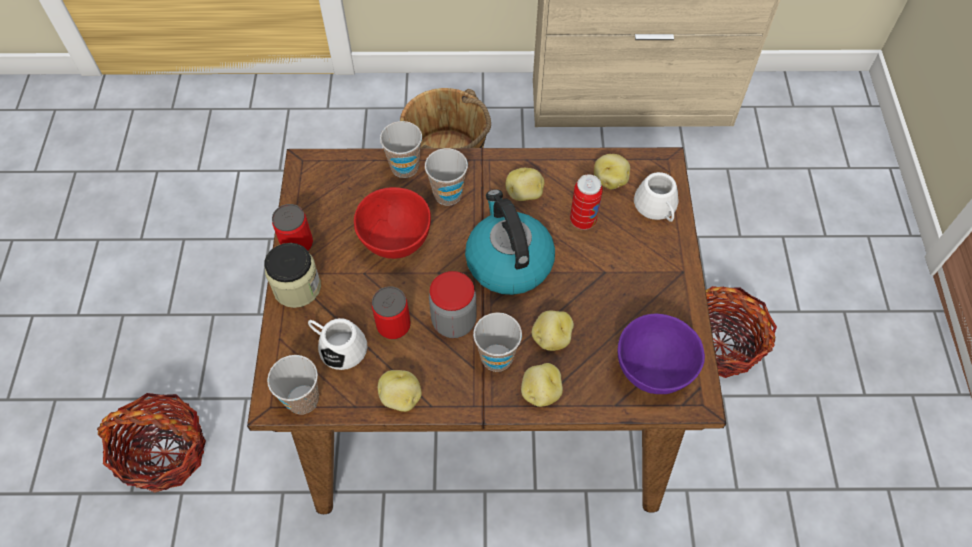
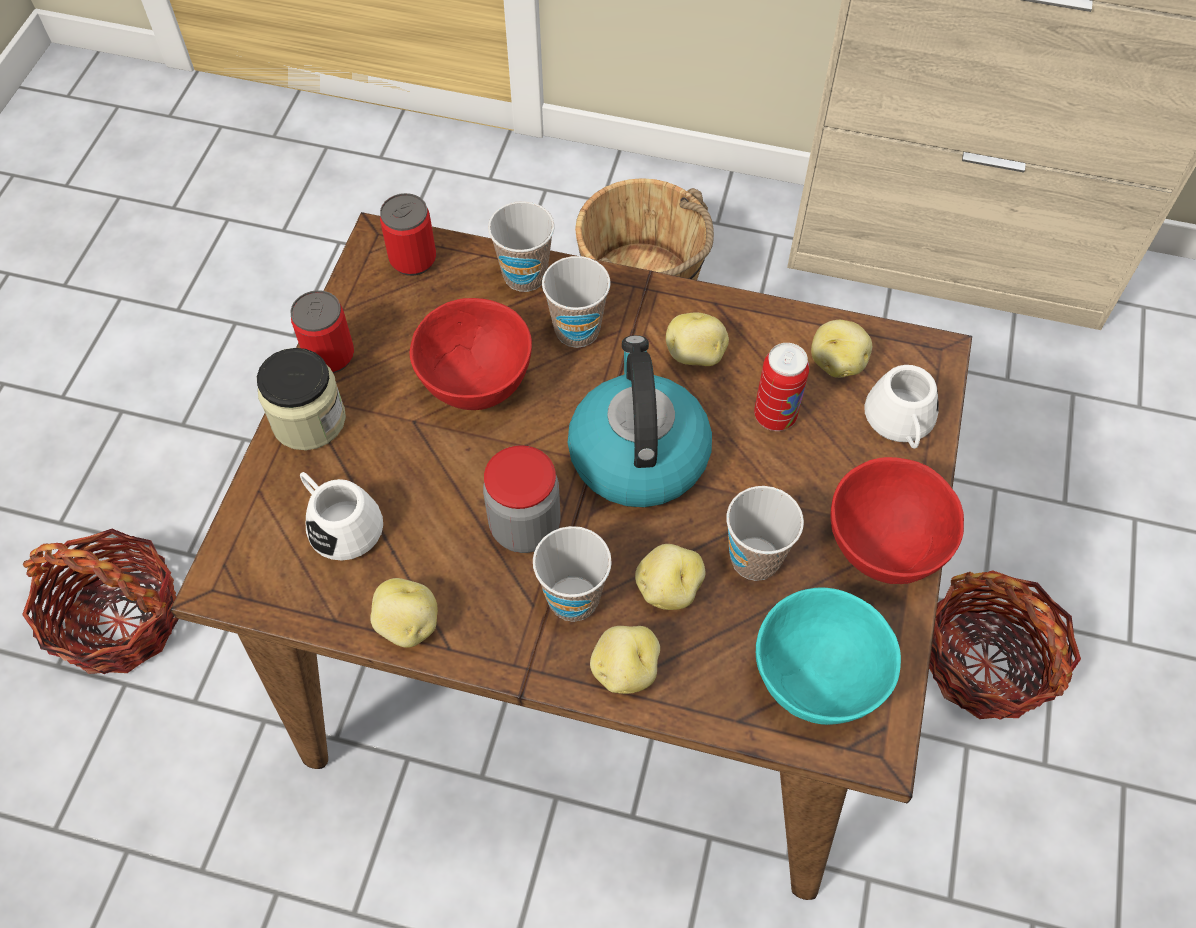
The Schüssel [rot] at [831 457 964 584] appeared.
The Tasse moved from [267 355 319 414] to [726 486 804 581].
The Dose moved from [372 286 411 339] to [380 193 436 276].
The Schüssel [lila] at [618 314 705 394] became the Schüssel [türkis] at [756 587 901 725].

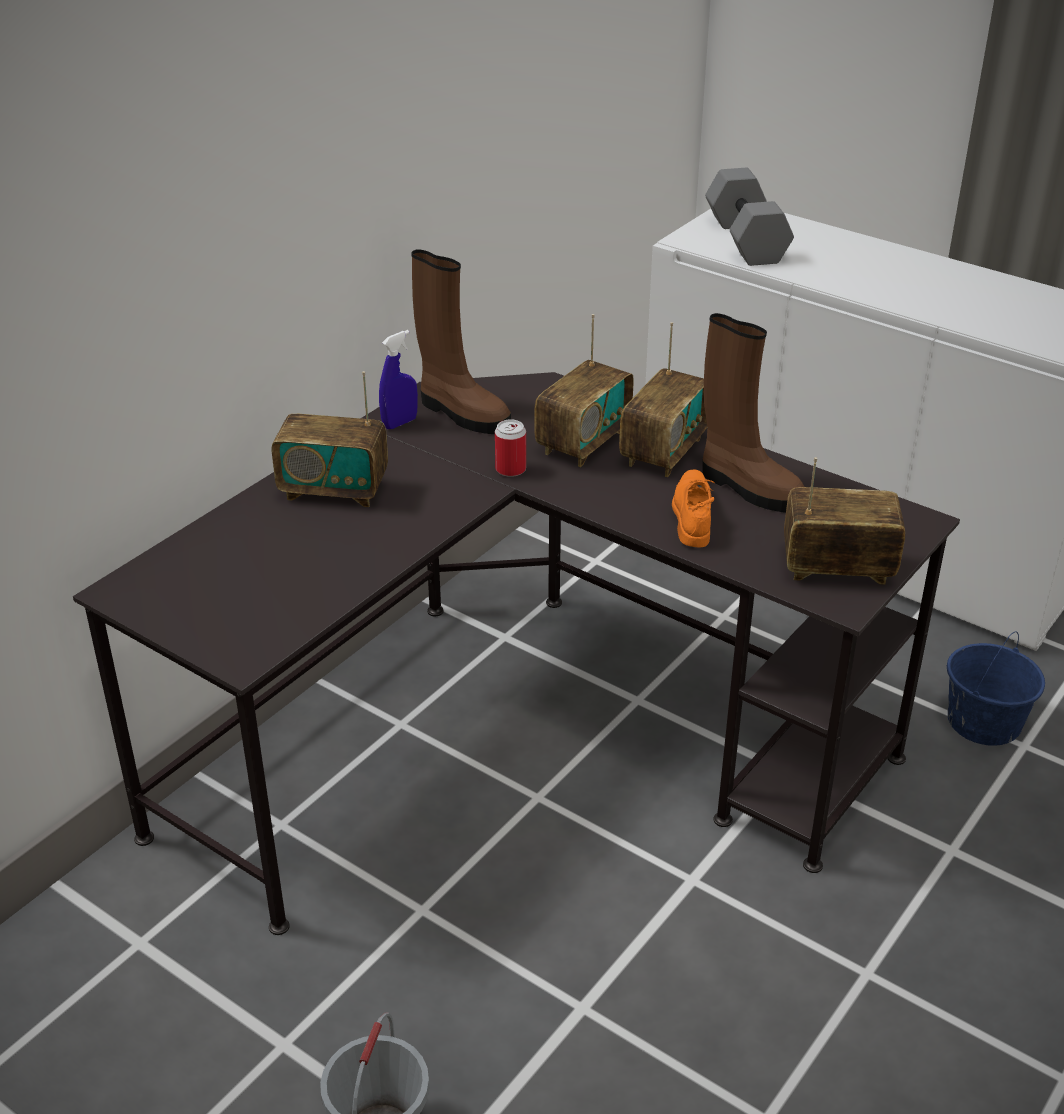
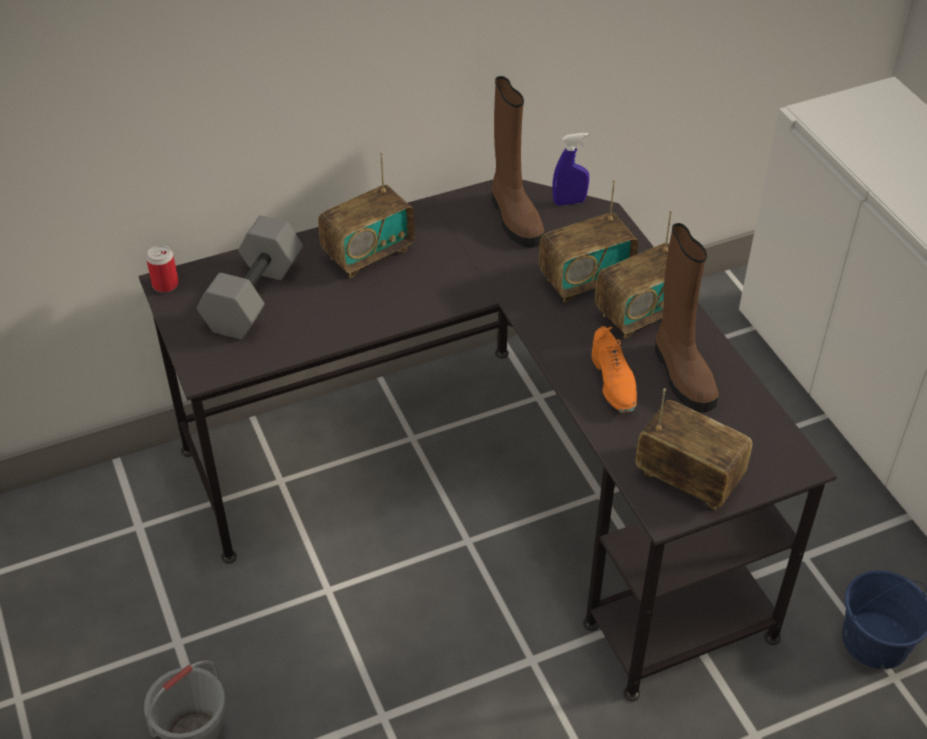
The Sprühflasche [blau] moved from [379 330 418 429] to [552 133 589 206].
The Dose moved from [495 419 526 477] to [146 245 179 292].
The Hantel [grau] moved from [705 168 794 266] to [197 216 303 339].
The Radio at [271 371 388 507] turned 75 degrees counterclockwise.
The Schuh [orange] at [672 469 716 547] turned 135 degrees clockwise.

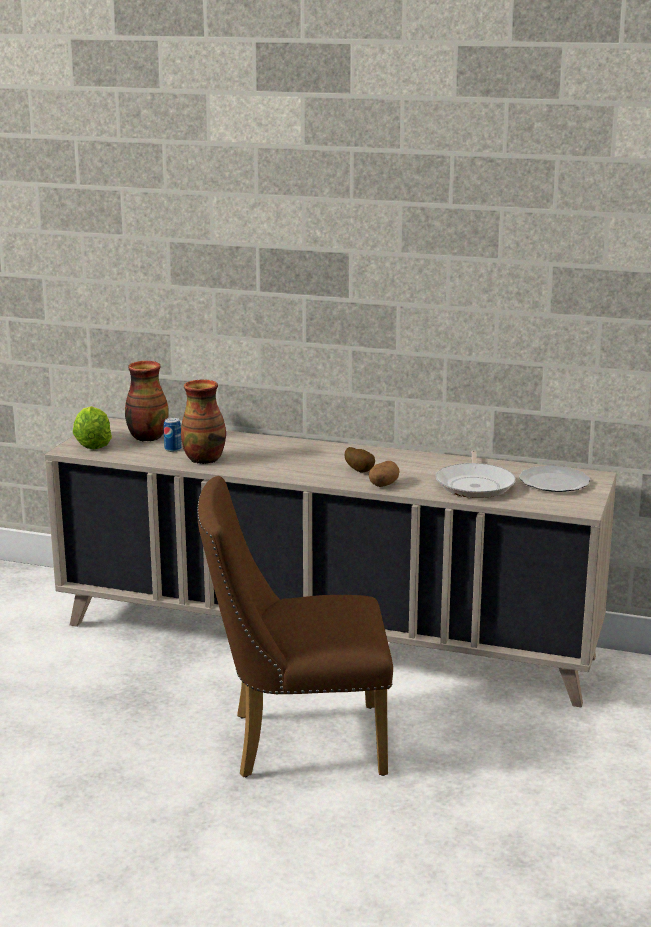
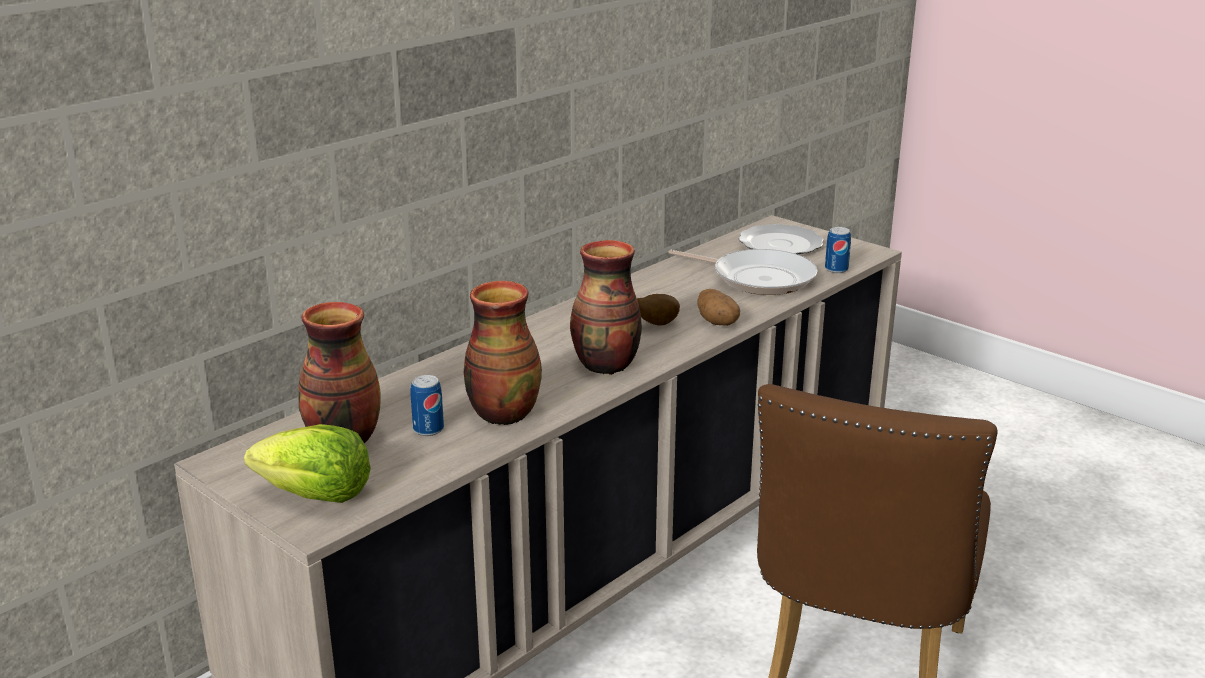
The Vase at [570 240 642 375] appeared.
The Dose at [825 227 851 273] appeared.

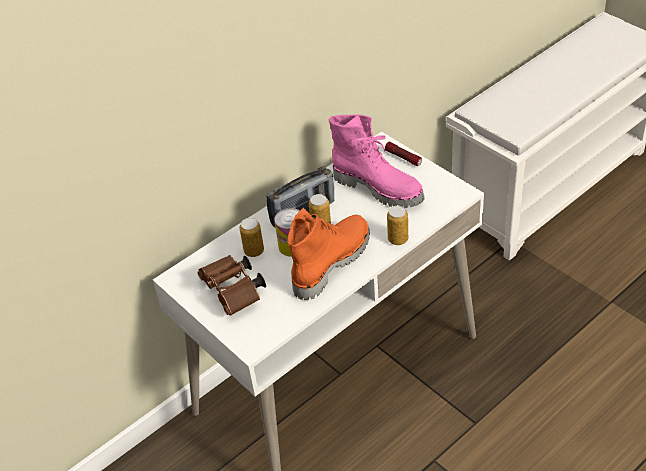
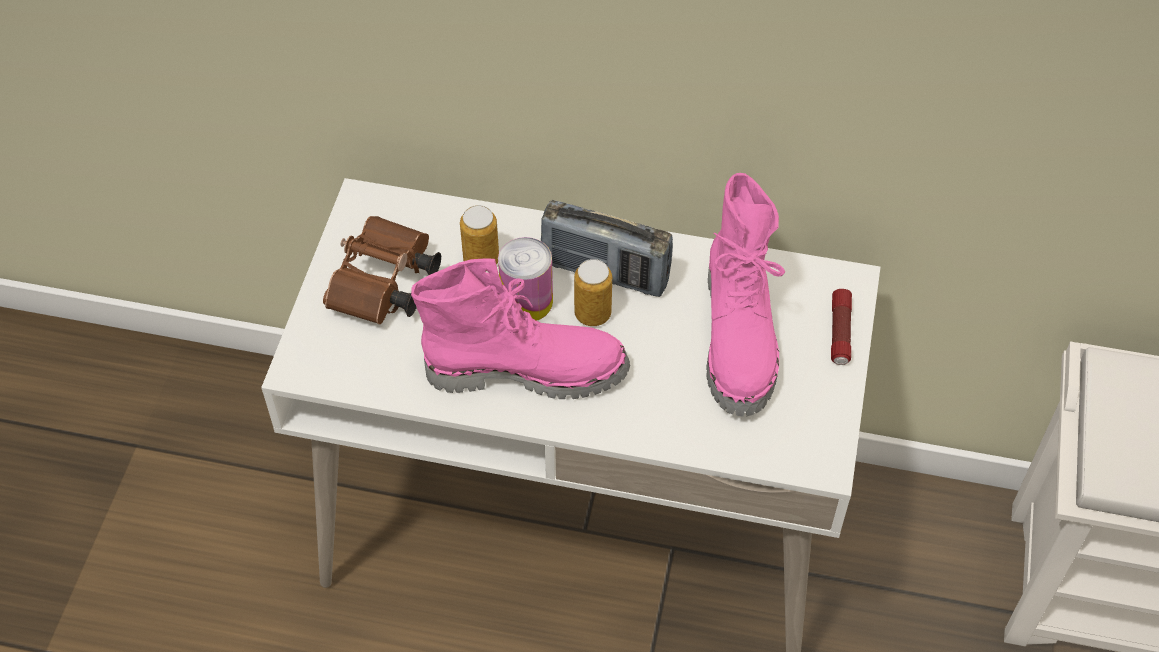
The Dose at [387 206 408 245] disappeared.
The Stiefel [orange] at [288 208 370 300] became the Stiefel [rosa] at [411 258 630 399].

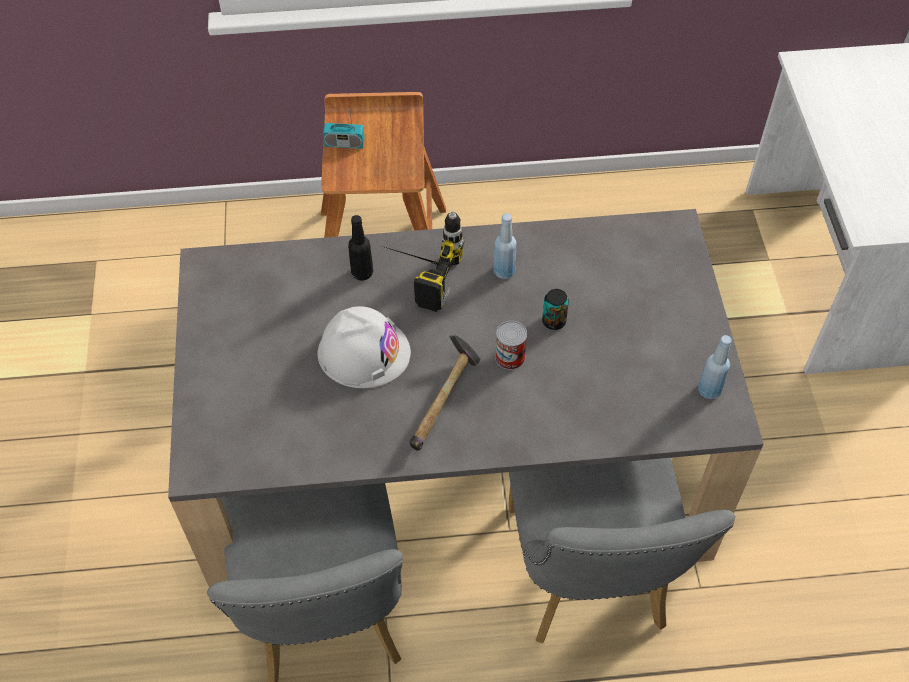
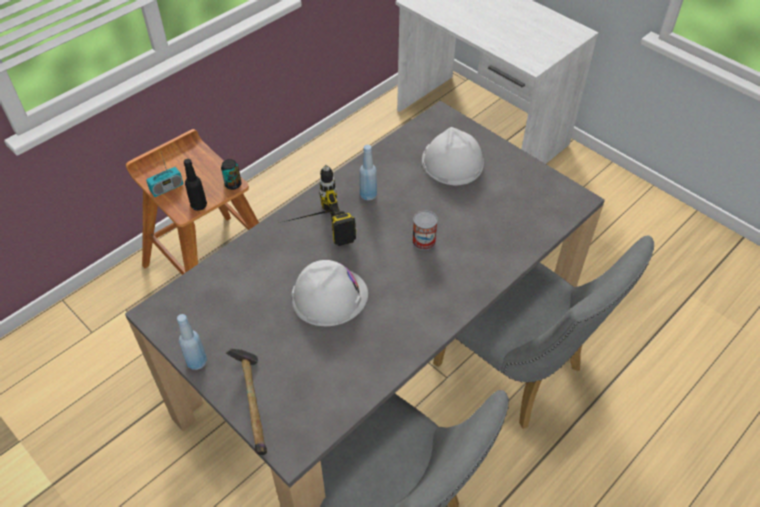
The Schutzhelm [weiß] at [422 127 484 186] appeared.
The Flasche [schwarz] moved from [348 215 373 281] to [184 159 207 211].
The Hammer moved from [409 335 481 451] to [225 349 267 455].
The Dose moved from [542 289 569 330] to [221 159 242 190].
The Flasche [blau] moved from [698 335 732 399] to [177 314 207 370].

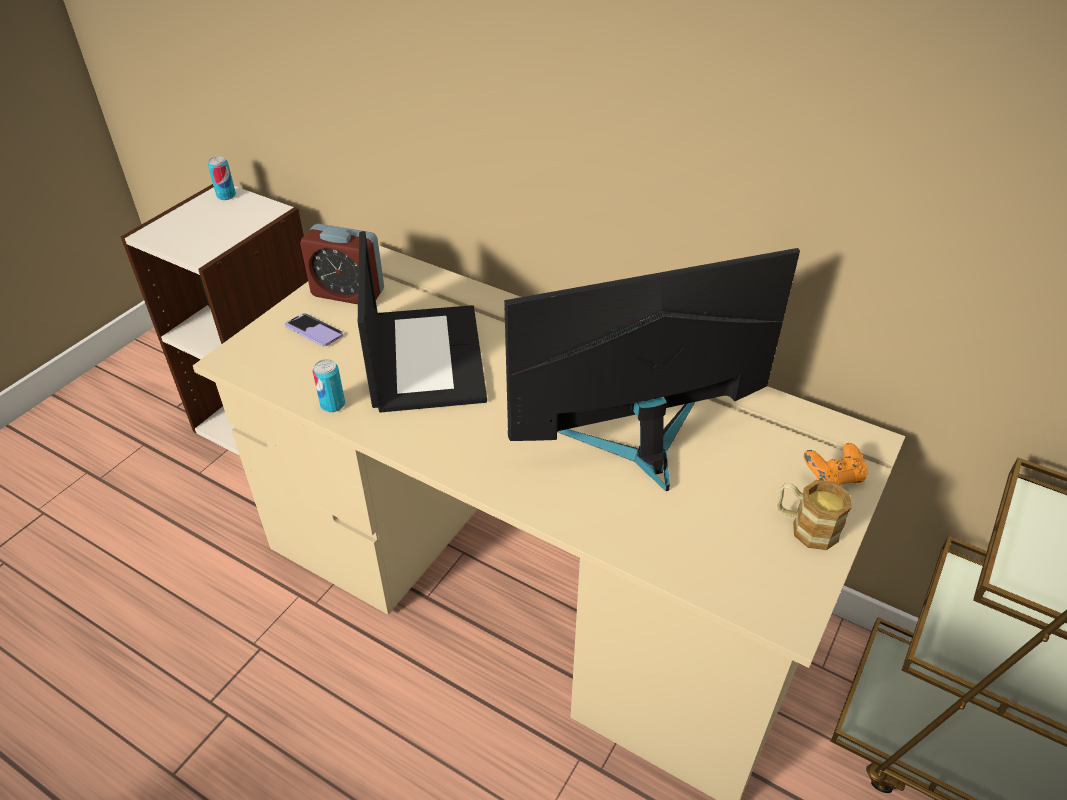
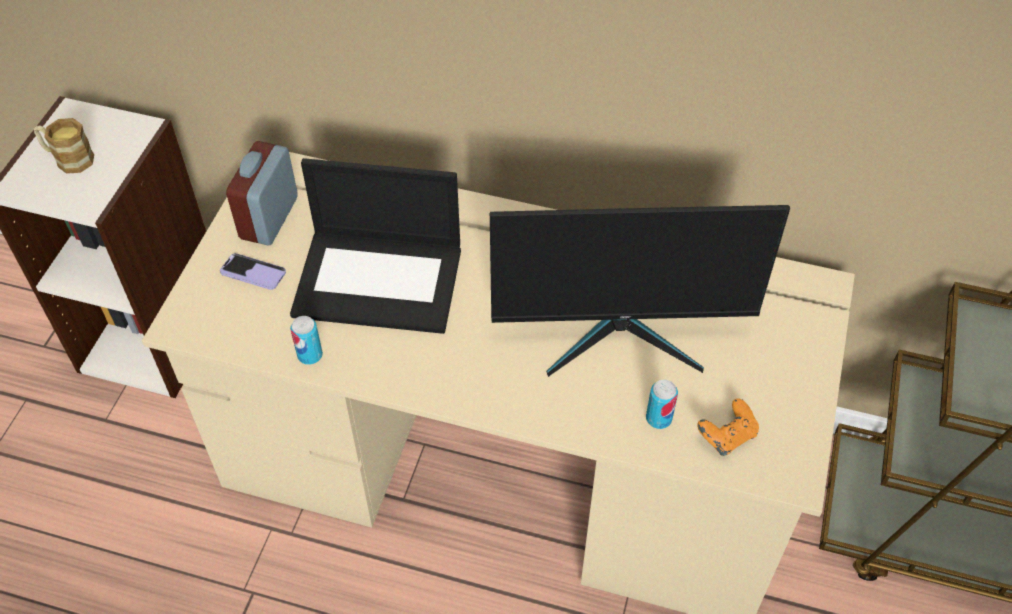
The Dose moved from [208 156 236 200] to [646 380 678 429].
The Henkelbecher moved from [777 480 852 550] to [34 118 94 174].
The Gamepad [orange] moved from [804 443 868 485] to [697 398 759 456].
The Wecker at [300 224 384 304] turned 105 degrees clockwise.
The Laptop at [358 231 487 413] turned 120 degrees clockwise.
The Monitor at [504 248 800 491] turned 150 degrees counterclockwise.

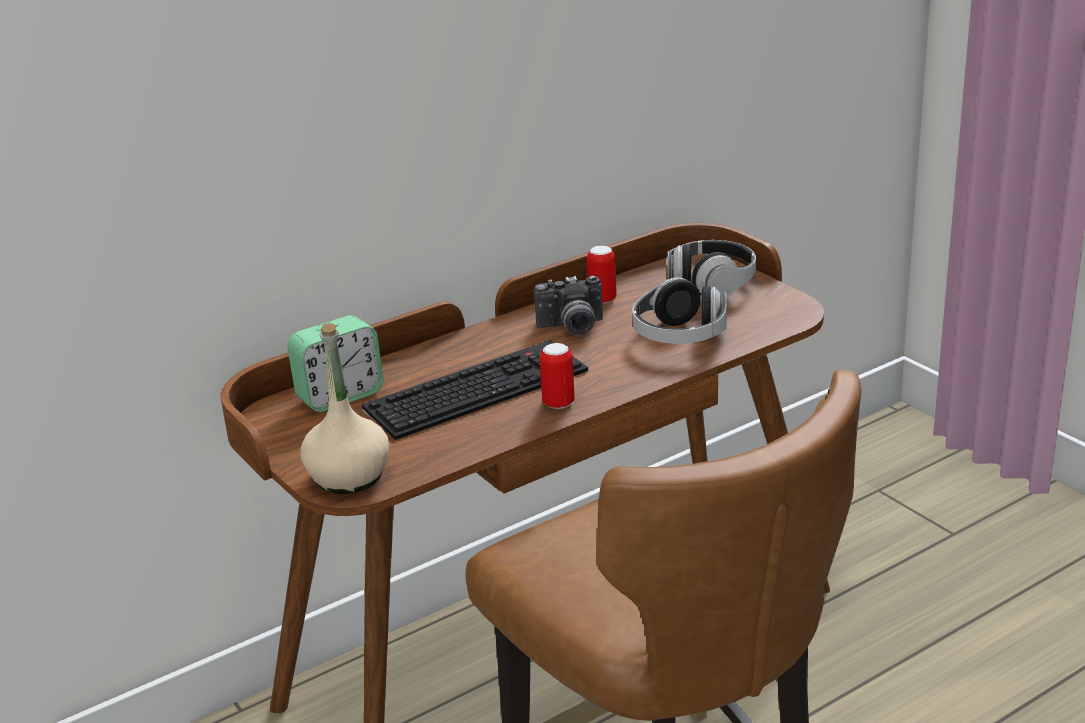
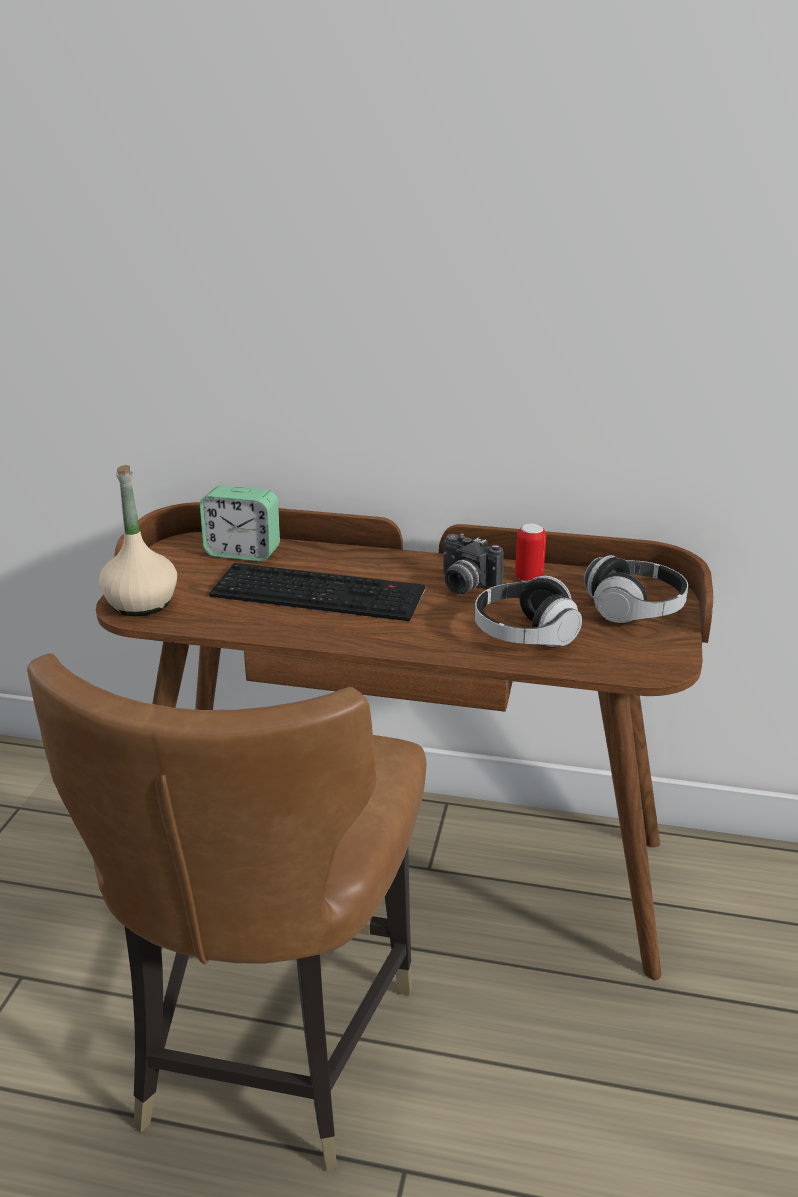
The Dose at [540 343 575 409] disappeared.

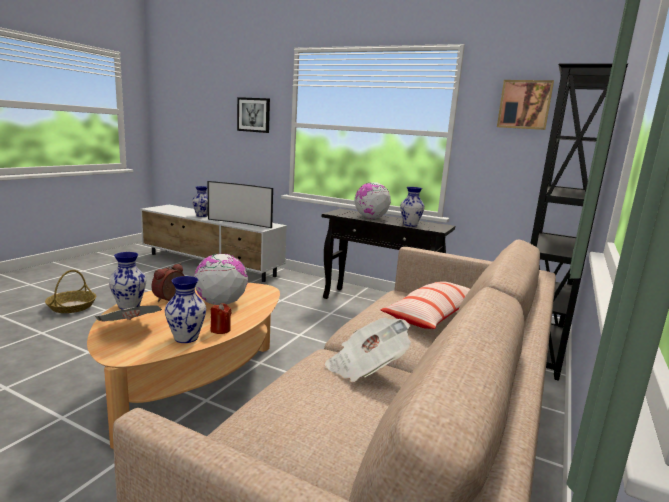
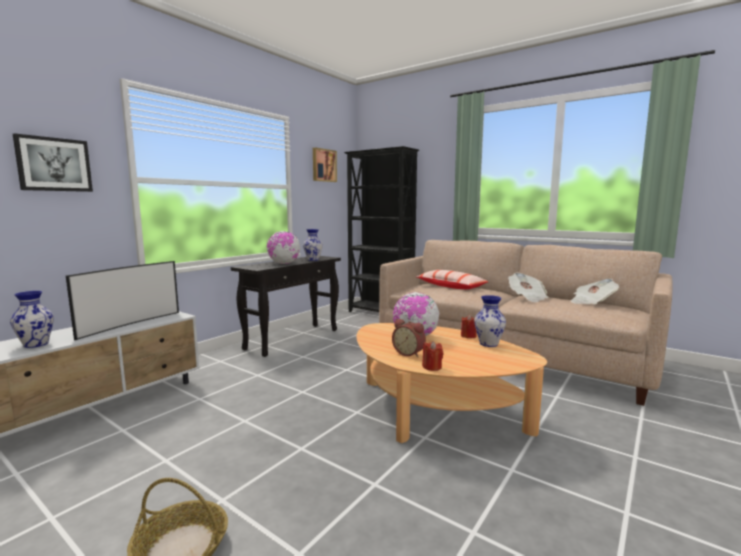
The Zeitung moved from [95 305 162 322] to [571 279 619 305].
The Vase at [109 252 146 309] was replaced by the Kerze [rot] at [422 341 443 371].

